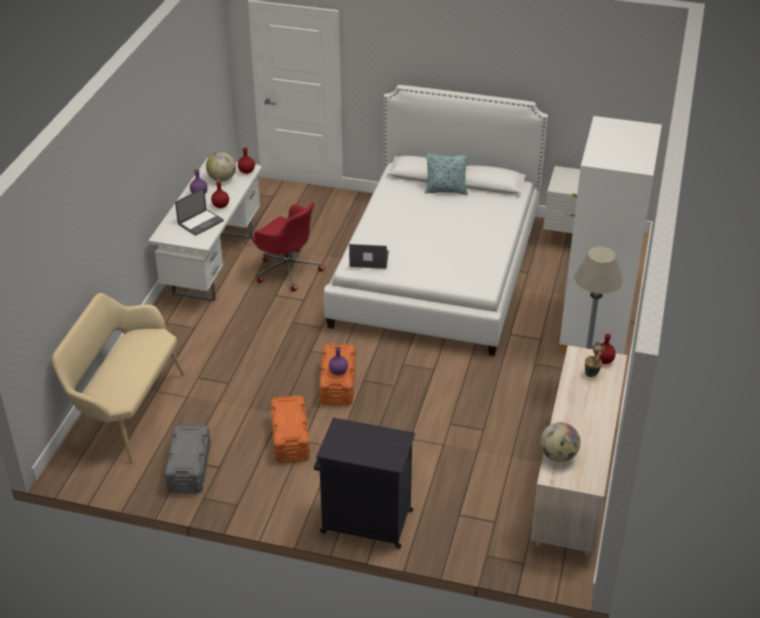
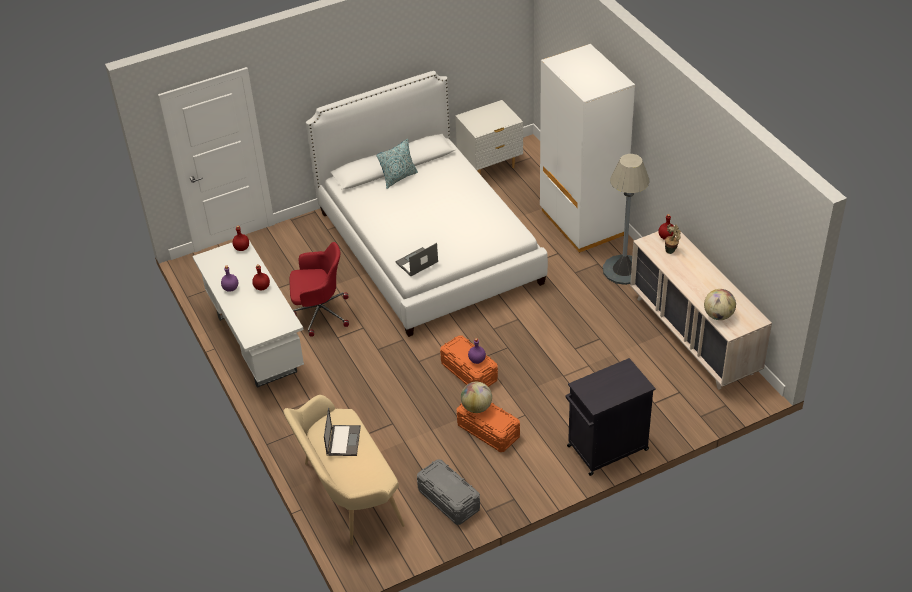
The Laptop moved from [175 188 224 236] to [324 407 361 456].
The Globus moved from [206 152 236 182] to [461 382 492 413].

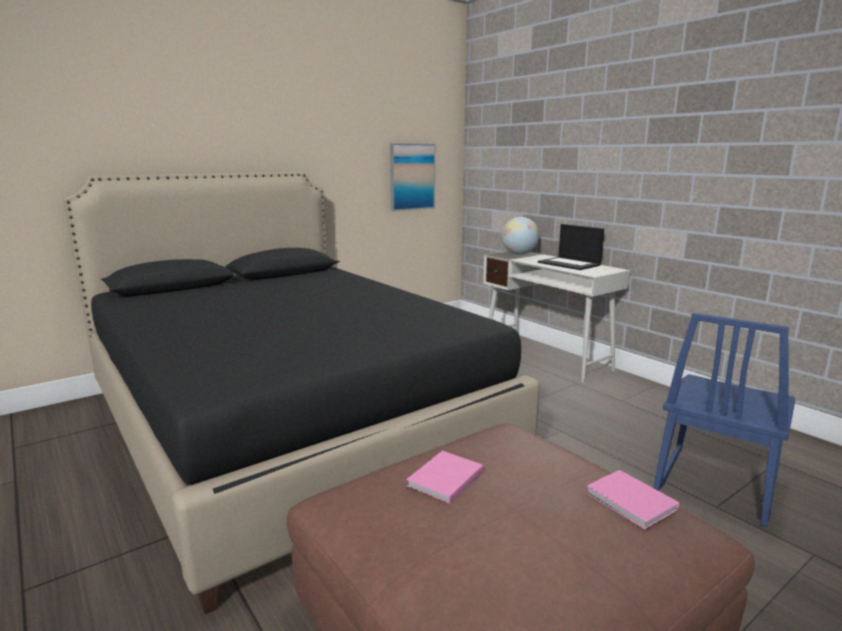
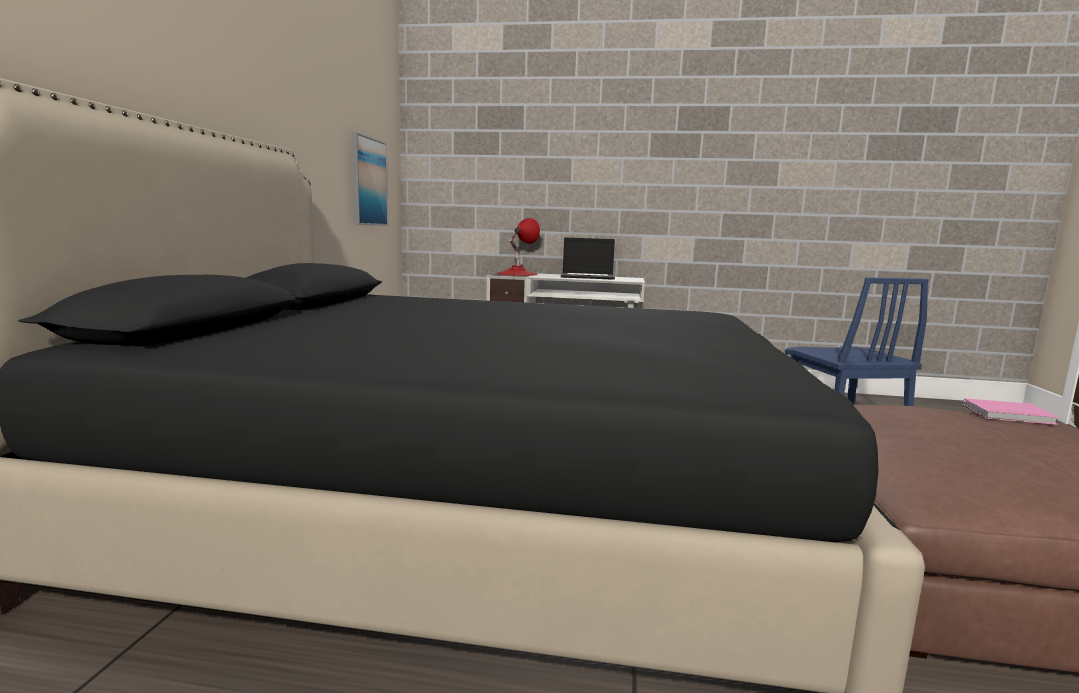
The Buch [rosa] at [406 451 483 504] disappeared.
The Globus at [501 217 539 255] was replaced by the Tischlampe [rot] at [497 218 540 276].

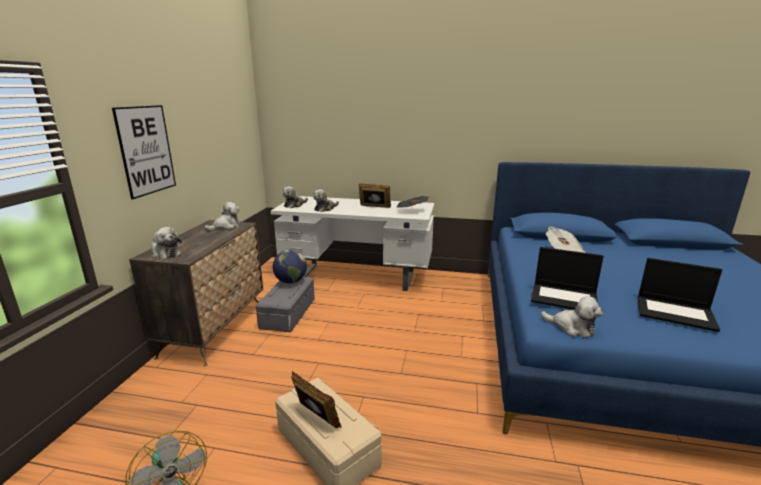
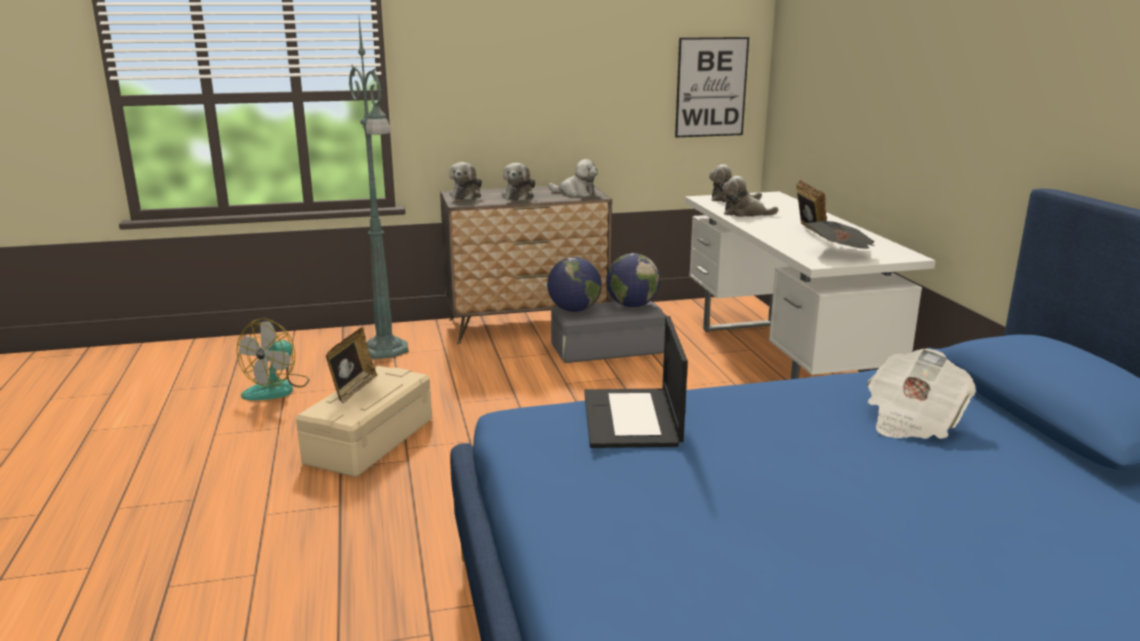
The Laptop at [638 258 722 332] disappeared.
The Stehlampe [grün] at [349 19 409 359] appeared.
The Globus at [547 257 602 312] appeared.
The Bild moved from [112 105 176 199] to [675 37 749 137].
The Plüschtier moved from [541 296 603 337] to [502 163 535 200].

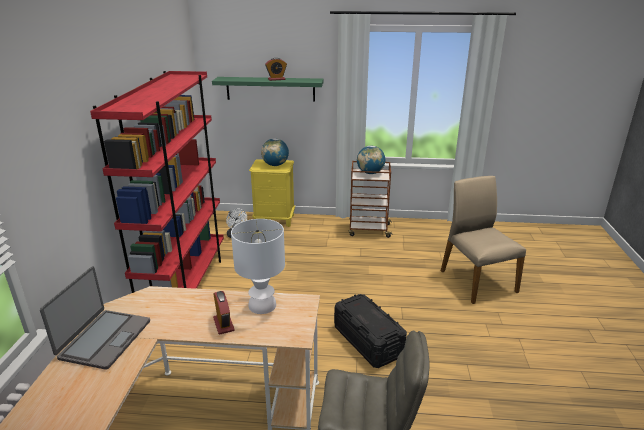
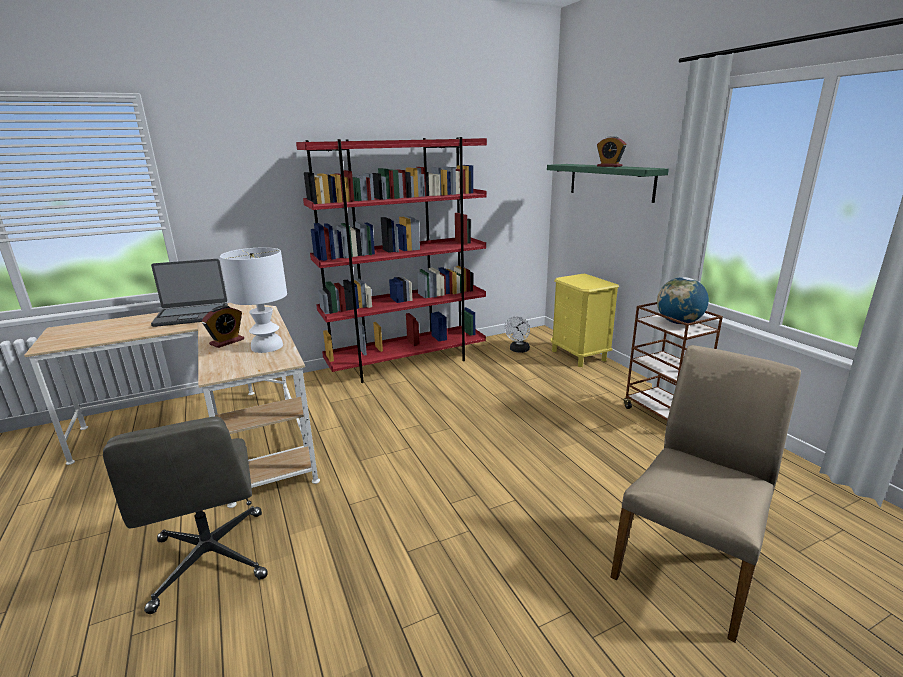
The Globus at [261 138 289 166] disappeared.
The Aufbewahrungsbox [schwarz] at [334 294 407 368] disappeared.

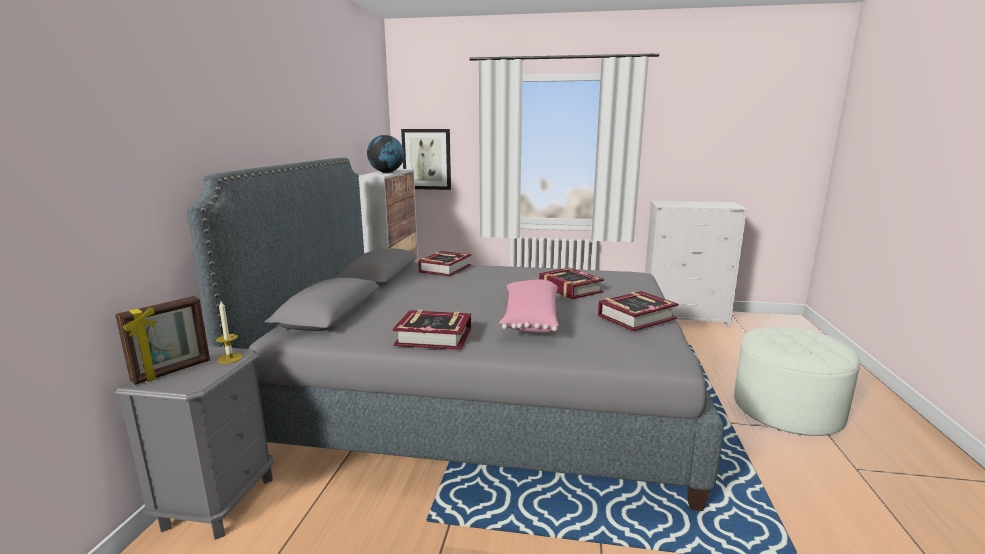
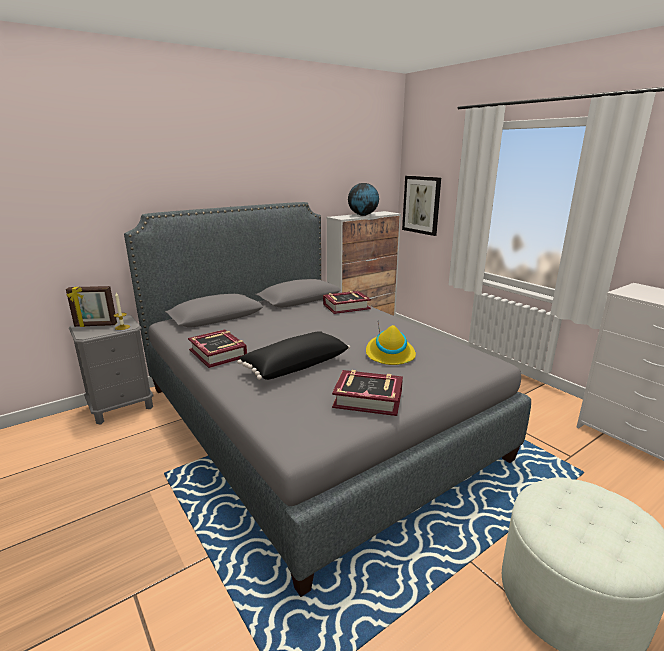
The Buch at [539 268 604 299] was replaced by the Hut [gelb] at [366 323 416 365].
The Kissen [rosa] at [499 279 559 333] became the Kissen [schwarz] at [237 331 350 380].

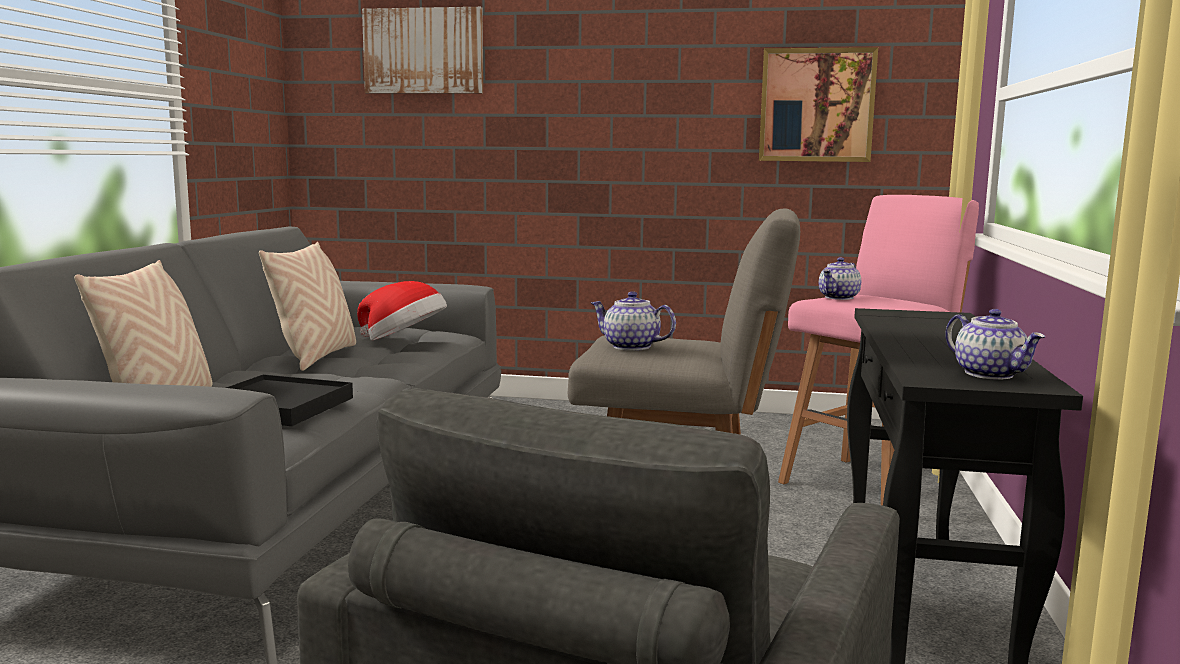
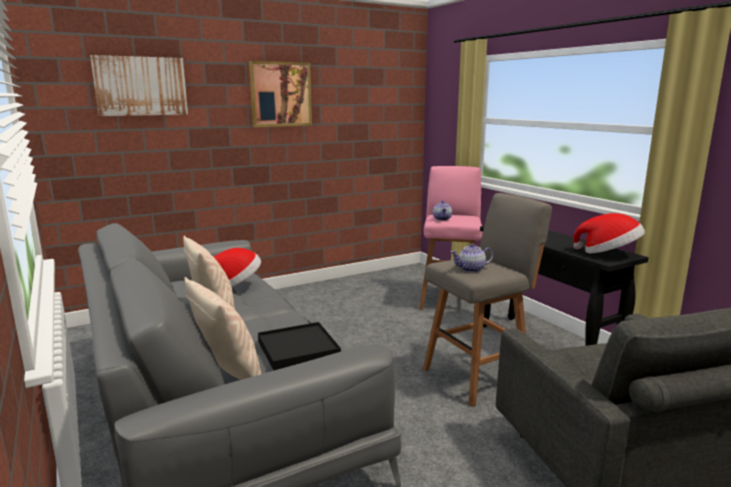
The Bild moved from [759 47 878 162] to [249 61 312 127].
The Teekanne at [945 309 1045 380] was replaced by the Hut at [573 213 645 253].

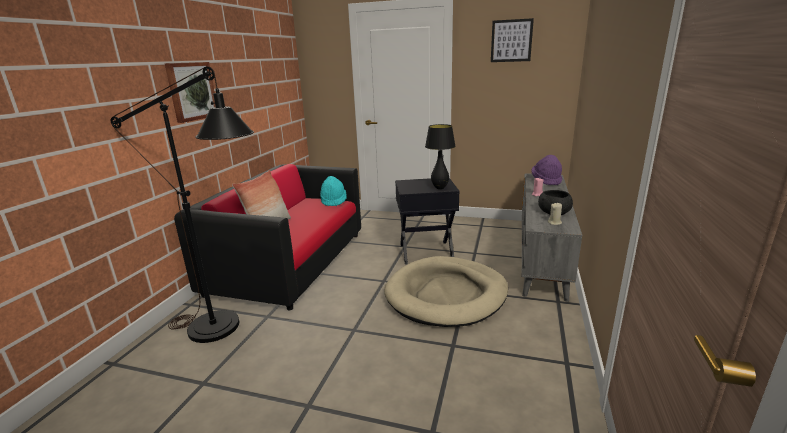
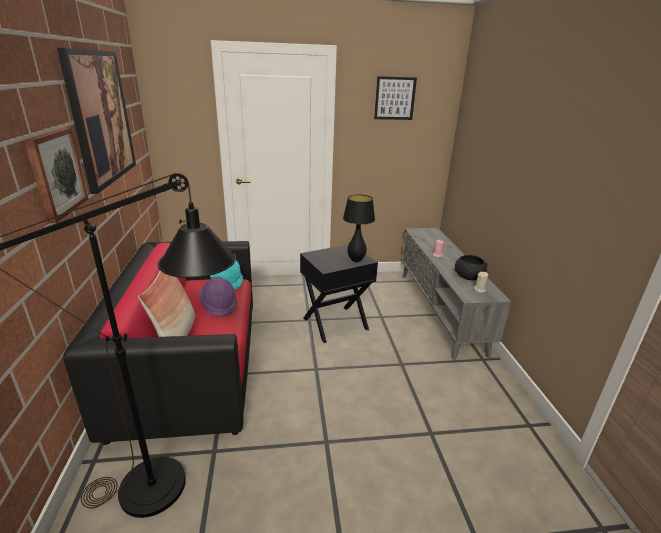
The Hundebett [beige] at [384 256 508 327] disappeared.
The Bild at [57 48 136 194] appeared.
The Hut [lila] moved from [531 155 562 185] to [199 277 237 317].

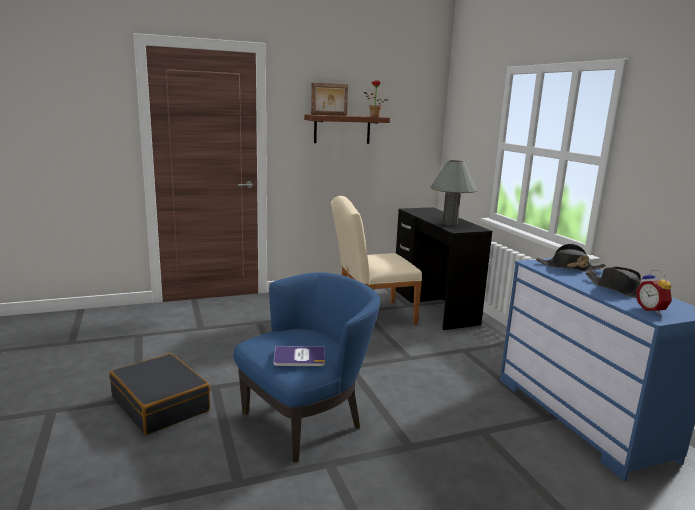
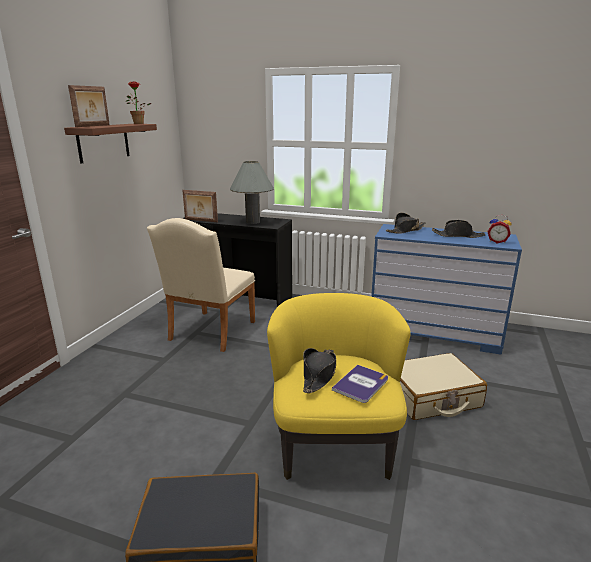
The Bilderrahmen at [182 190 218 222] appeared.
The Hut [schwarz] at [303 348 336 393] appeared.
The Koffer [beige] at [400 353 487 420] appeared.
The Sessel [blau] at [233 272 380 462] became the Sessel [gelb] at [267 293 411 480].

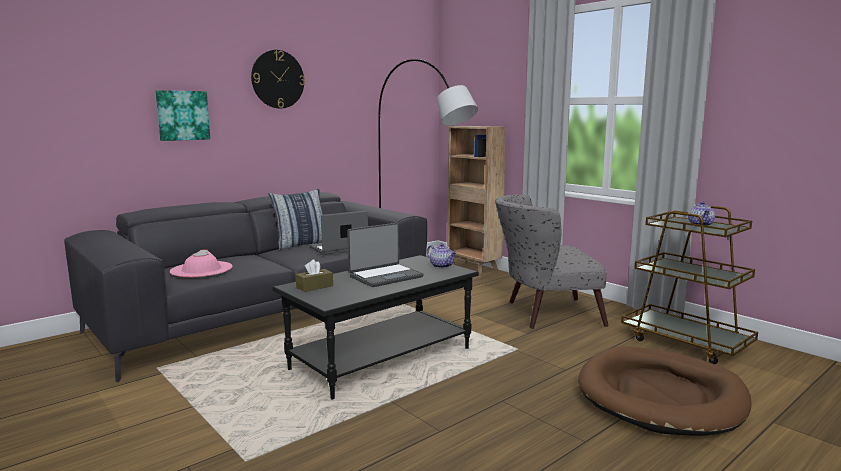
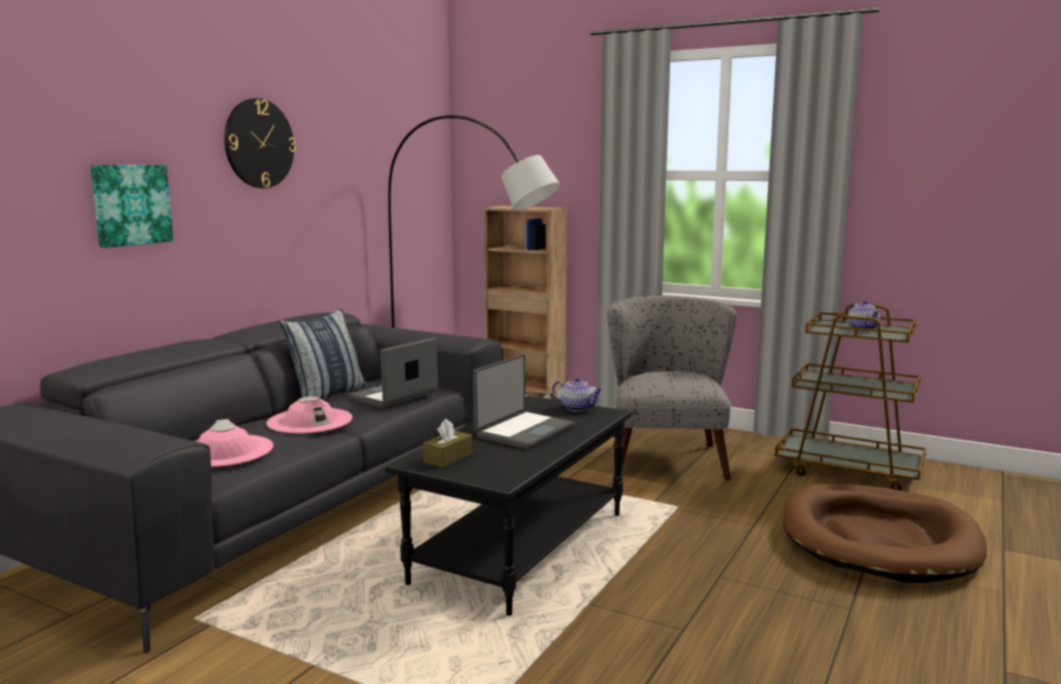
The Hut [rosa] at [266 397 353 434] appeared.
The Sessel [grau] at [495 195 609 329] turned 120 degrees clockwise.

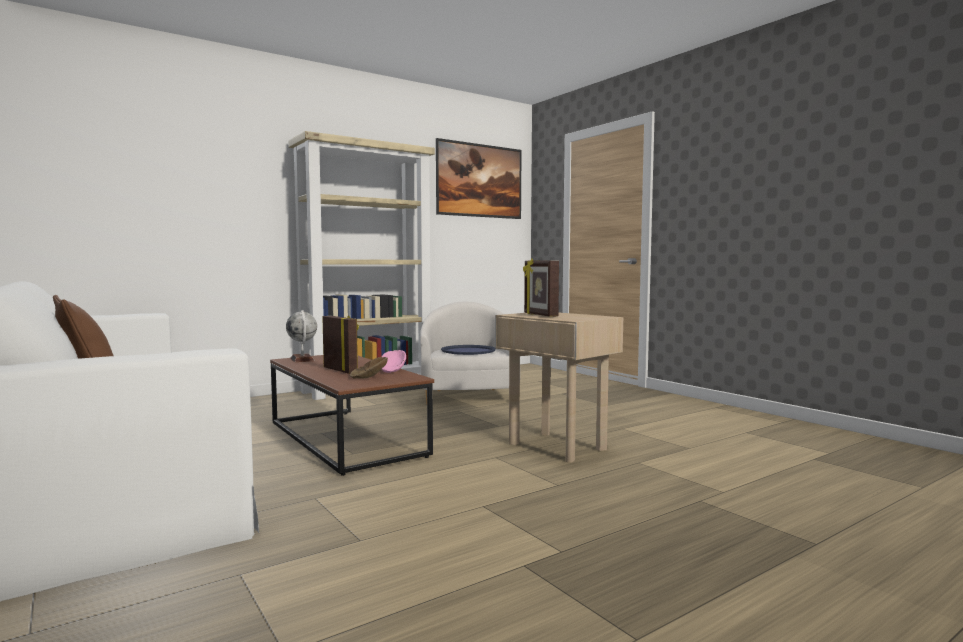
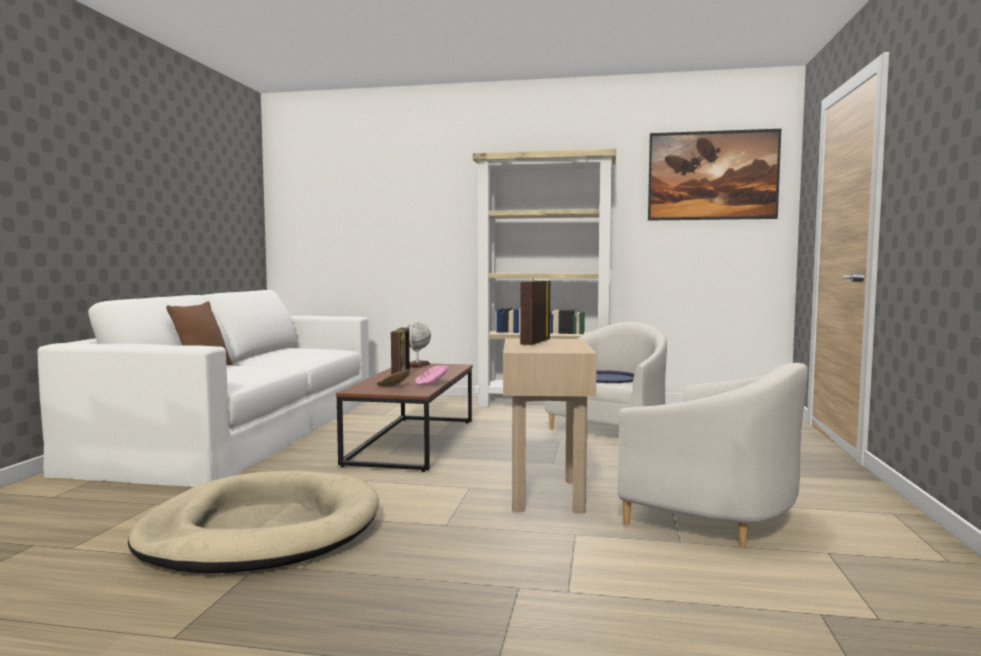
The Hundebett [beige] at [128 471 379 574] appeared.
The Sessel [weiß] at [618 363 808 547] appeared.

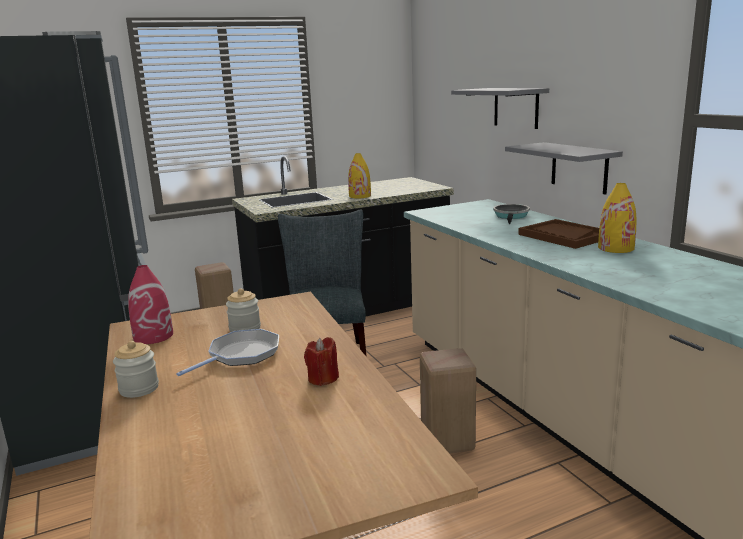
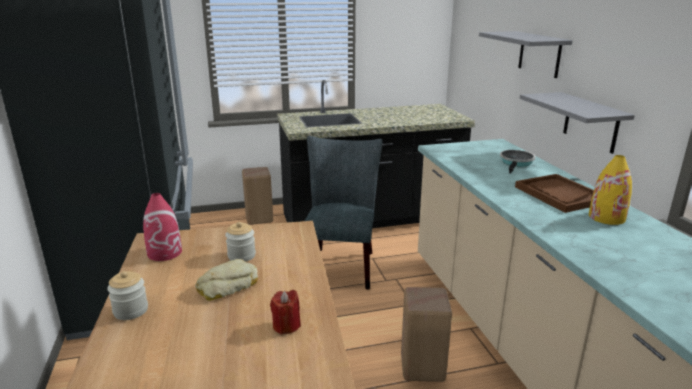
The Vase [gelb] at [348 153 371 198] disappeared.
The Pfanne at [176 329 279 376] was replaced by the Brot at [195 259 258 301].

